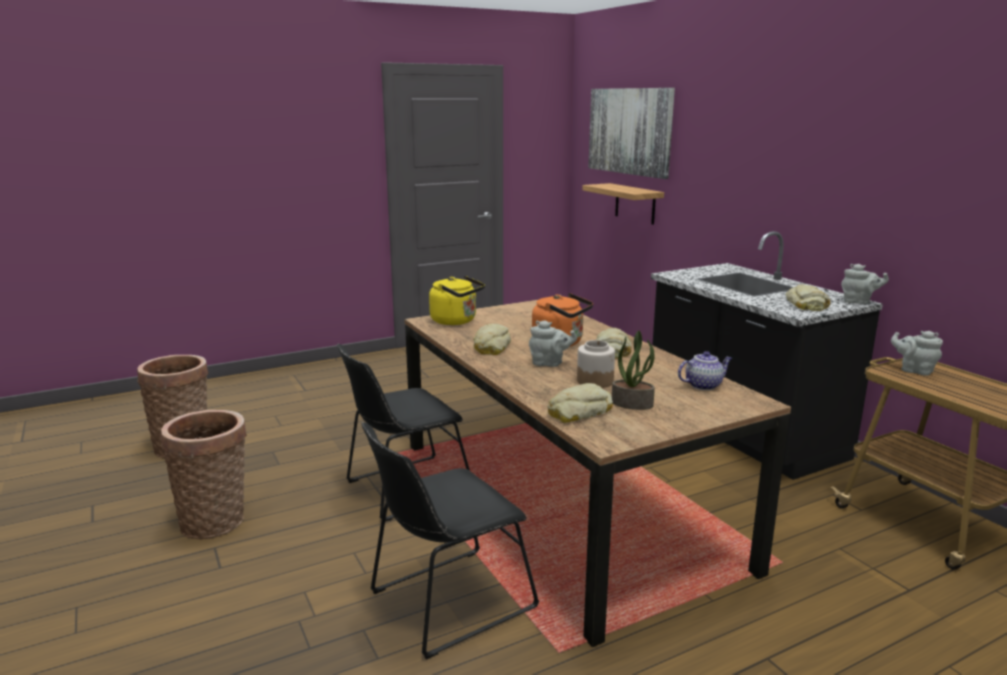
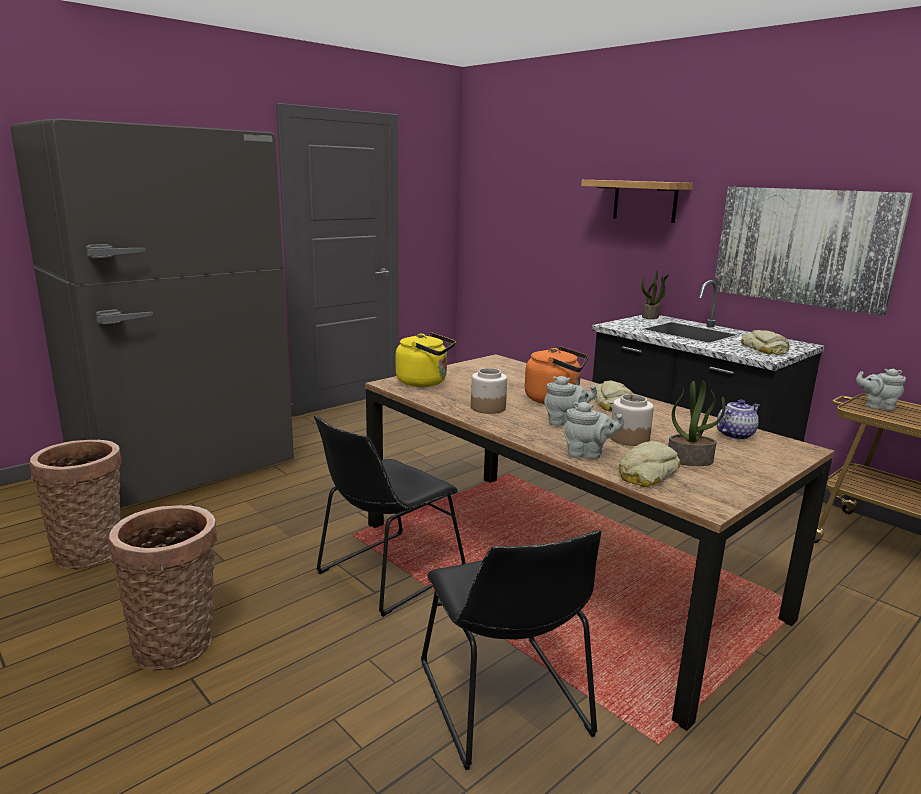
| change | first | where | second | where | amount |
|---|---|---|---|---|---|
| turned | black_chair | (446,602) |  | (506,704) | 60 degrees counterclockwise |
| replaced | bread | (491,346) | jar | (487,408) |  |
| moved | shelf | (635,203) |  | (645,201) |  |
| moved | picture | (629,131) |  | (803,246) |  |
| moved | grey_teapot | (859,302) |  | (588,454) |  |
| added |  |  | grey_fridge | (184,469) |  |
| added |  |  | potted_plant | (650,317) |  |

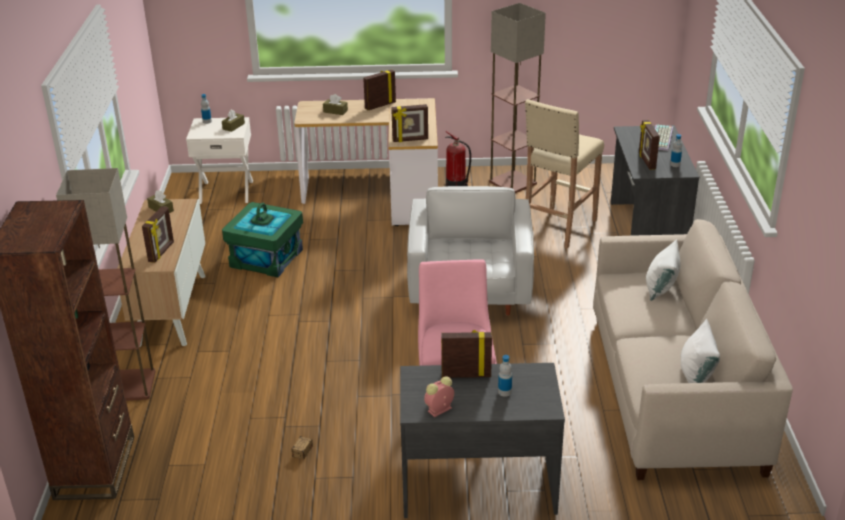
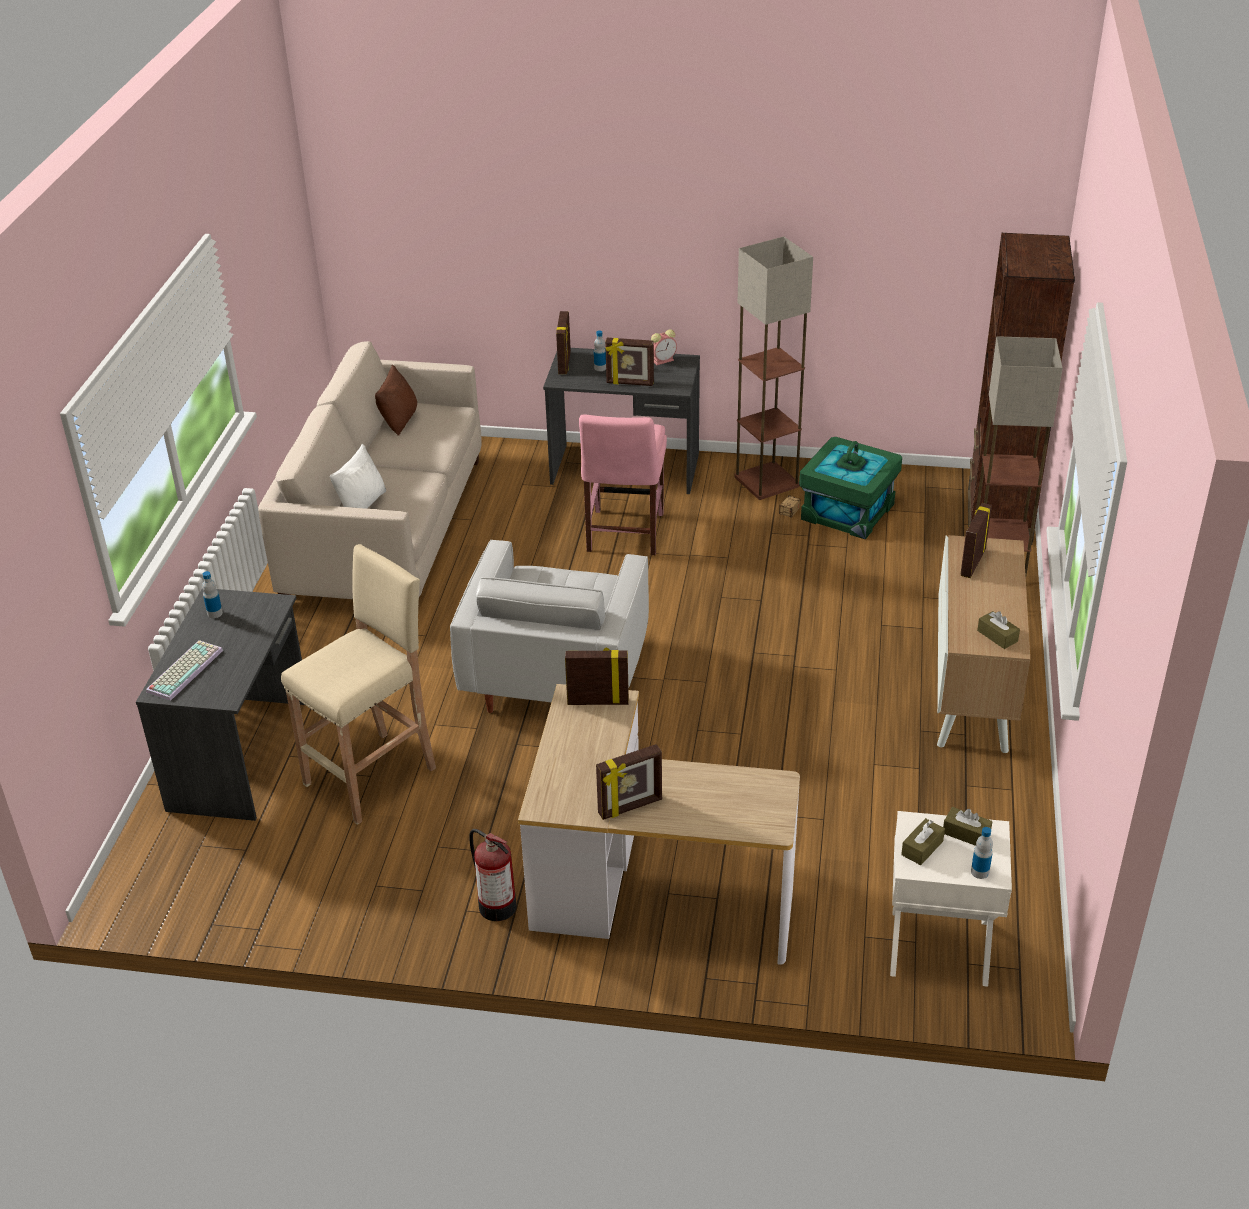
| change | first | where | second | where | amount |
|---|---|---|---|---|---|
| moved | green_storage_box | (266,258) |  | (848,512) |  |
| moved | brown_tissue_box | (335,111) |  | (966,833) |  |
| moved | floor_lamp | (513,182) |  | (765,481) |  |
| moved | picture_frame | (646,161) |  | (565,363) |  |
| recoloured | white_pillow | (696,375) | brown_pillow | (399,421) |  |

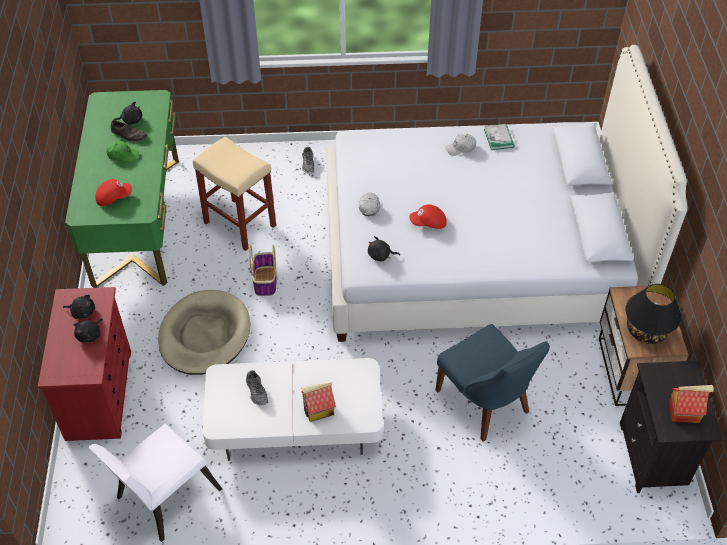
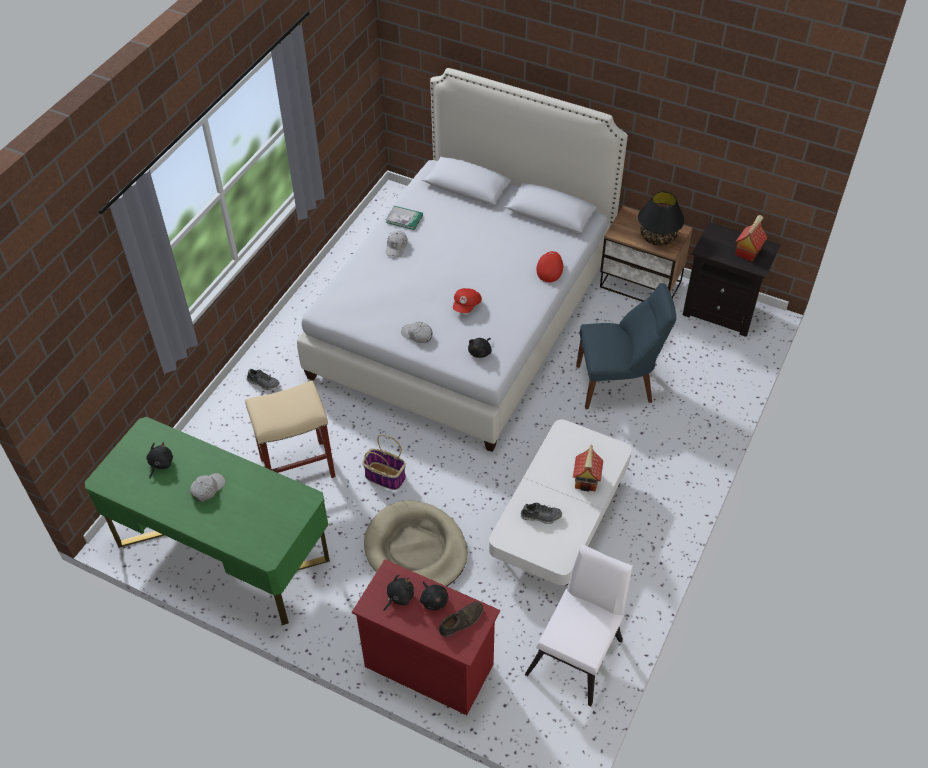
| change | first | where | second | where | amount |
|---|---|---|---|---|---|
| turned | white_chair | (163,497) |  | (578,652) | 135 degrees counterclockwise |
| moved | red_cap | (113,197) |  | (549,270) |  |
| recoloured | green_cap | (123,155) | white_cap | (207,489) |  |
| moved | brown_shoe | (129,135) |  | (461,621) |  |

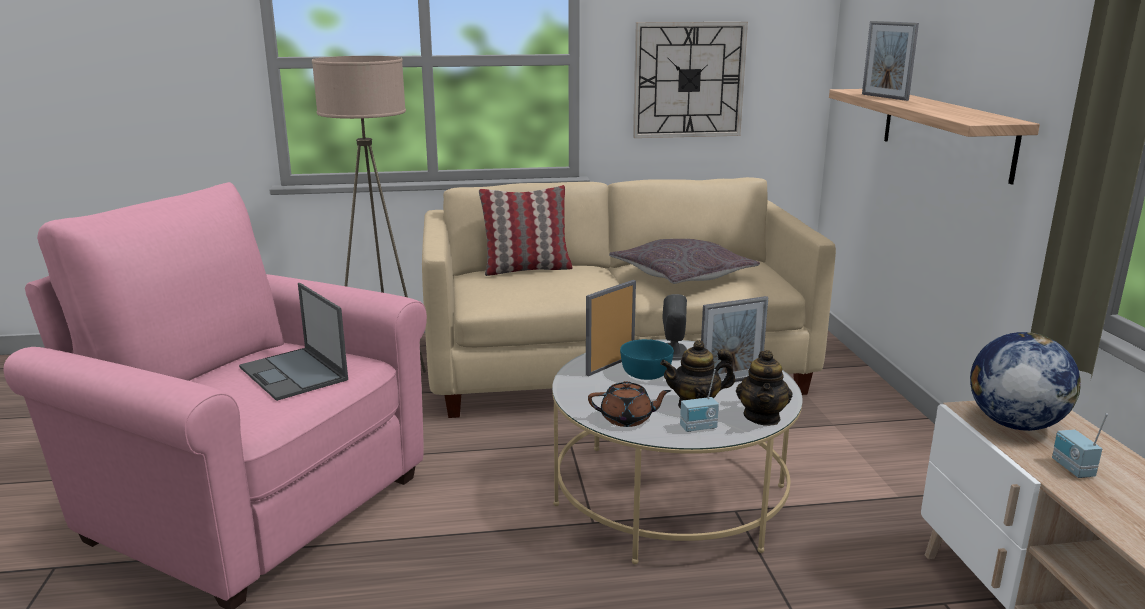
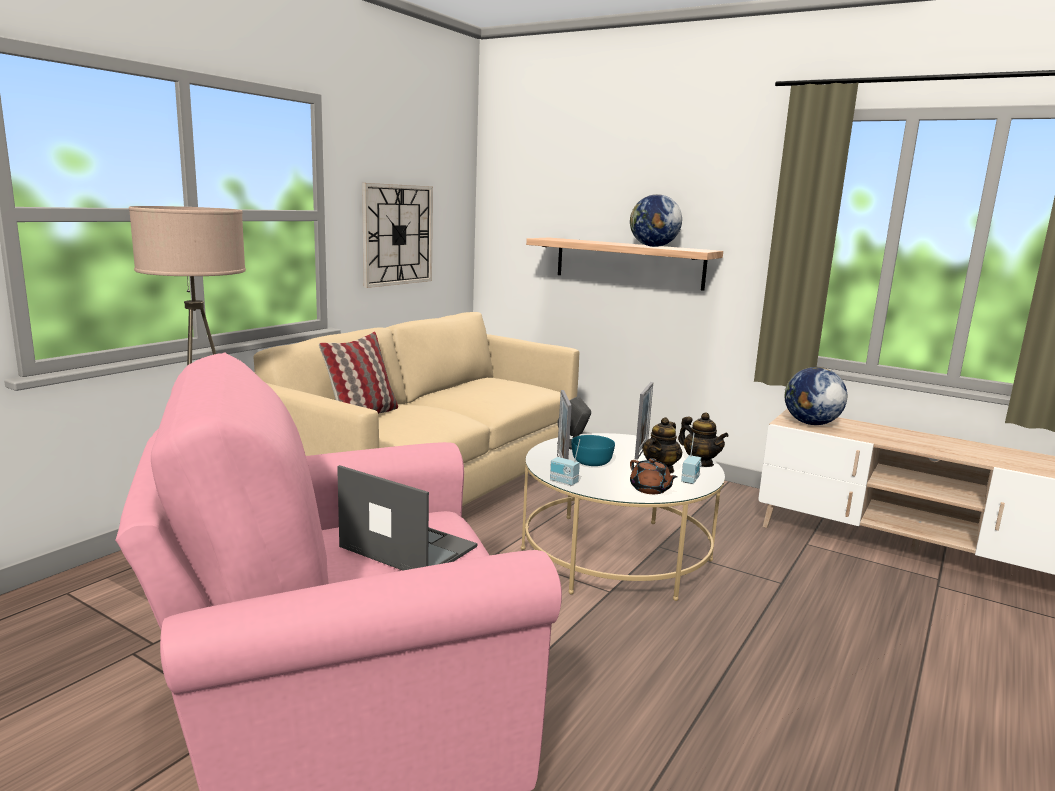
| change | first | where | second | where | amount |
|---|---|---|---|---|---|
| turned | laptop | (294,374) |  | (406,547) | 150 degrees counterclockwise |
| turned | brown_teapot | (627,419) |  | (650,489) | 105 degrees clockwise |
| removed | grey_pillow | (682,275) |  |  |  |
| removed | picture_frame | (884,97) |  |  |  |
| moved | radio | (1071,469) |  | (563,482) |  |
| added |  |  | globe | (653,246) |  |

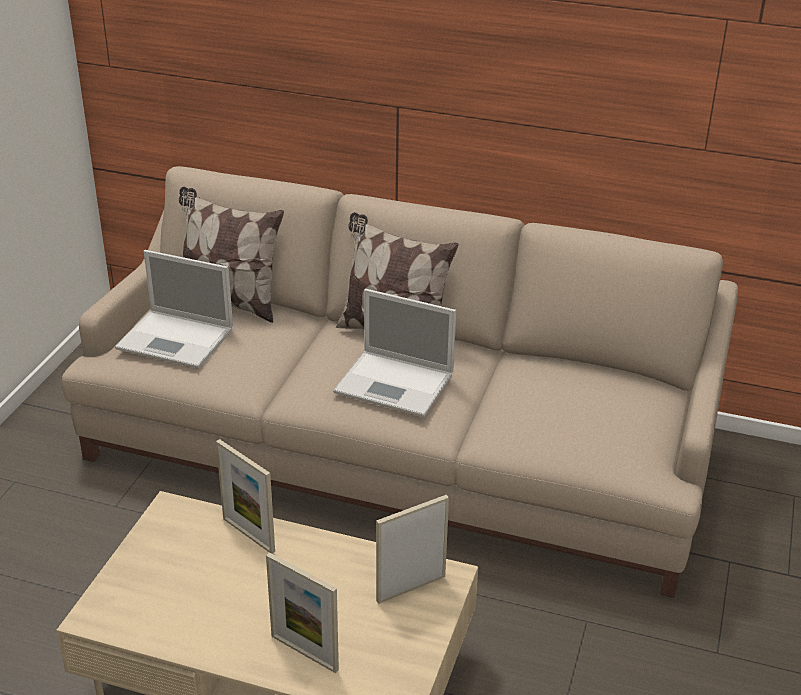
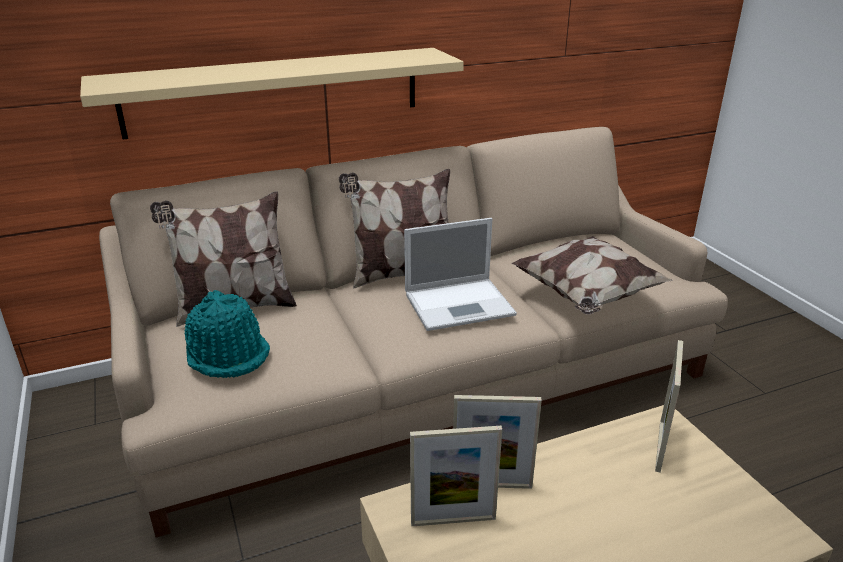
| change | first | where | second | where | amount |
|---|---|---|---|---|---|
| replaced | laptop | (177,339) | turquoise_hat | (228,354) |  |
| moved | picture_frame | (304,653) |  | (453,520) |  |
| added |  |  | beige_shelf | (275,91) |  |
| added |  |  | pillow | (586,296) |  |

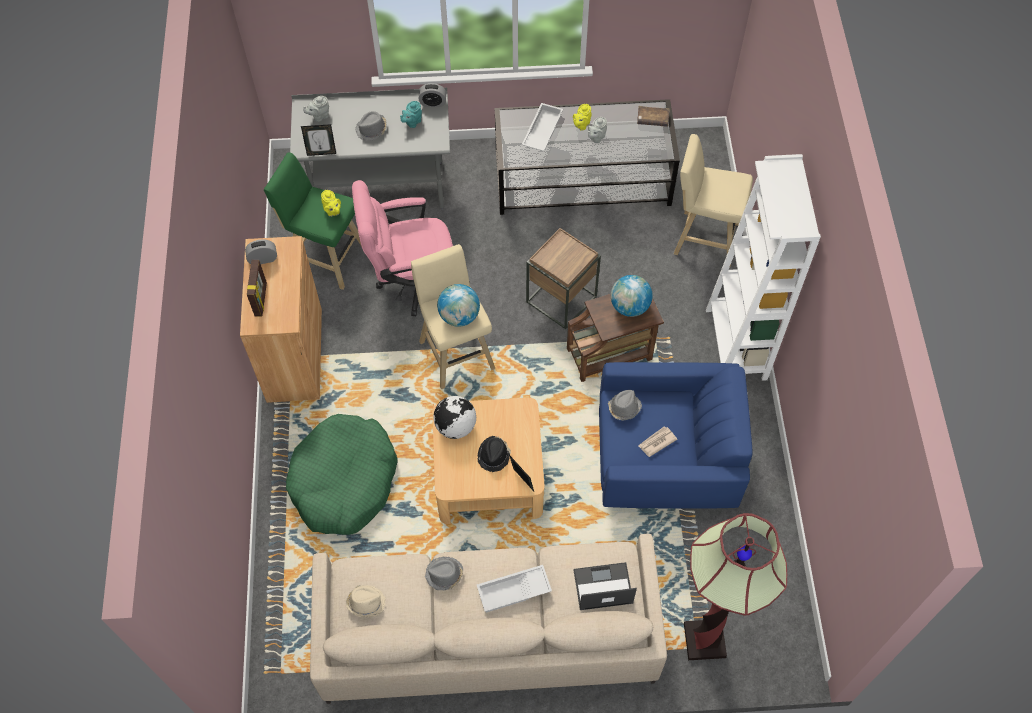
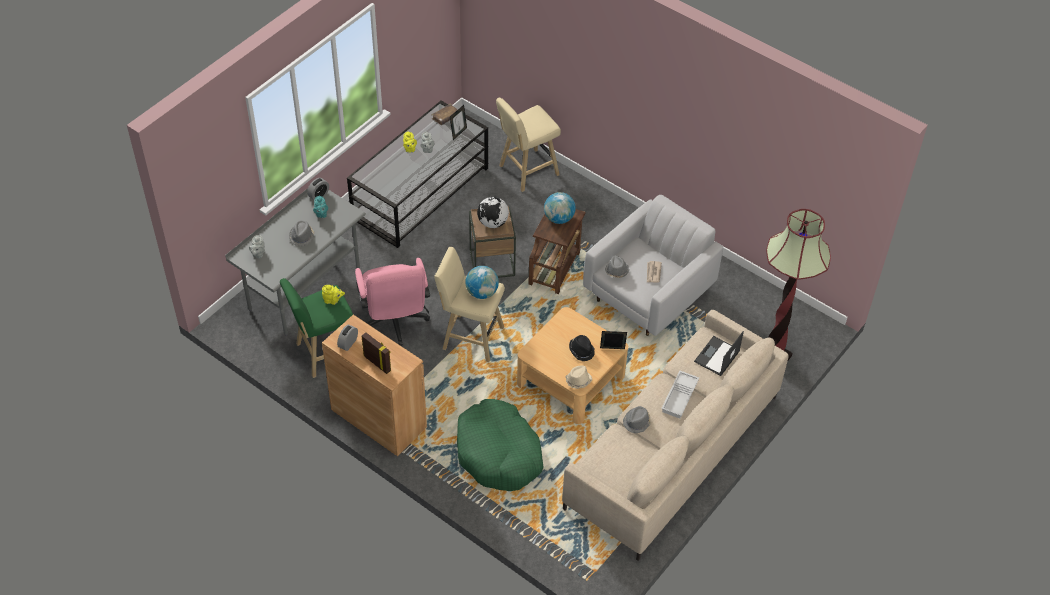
| change | first | where | second | where | amount |
|---|---|---|---|---|---|
| moved | picture_frame | (321,152) |  | (458,133) |  |
| moved | beige_hat | (366,602) |  | (578,381) |  |
| turned | pink_office_chair | (412,281) |  | (394,323) | 45 degrees counterclockwise |
| moved | globe | (455,427) |  | (492,223) |  |
| removed | white_tray | (541,130) |  |  |  |
| recoloured | blue_armchair | (665,460) | white_armchair | (649,294) |  |
| removed | white_bookcase | (736,344) |  |  |  |

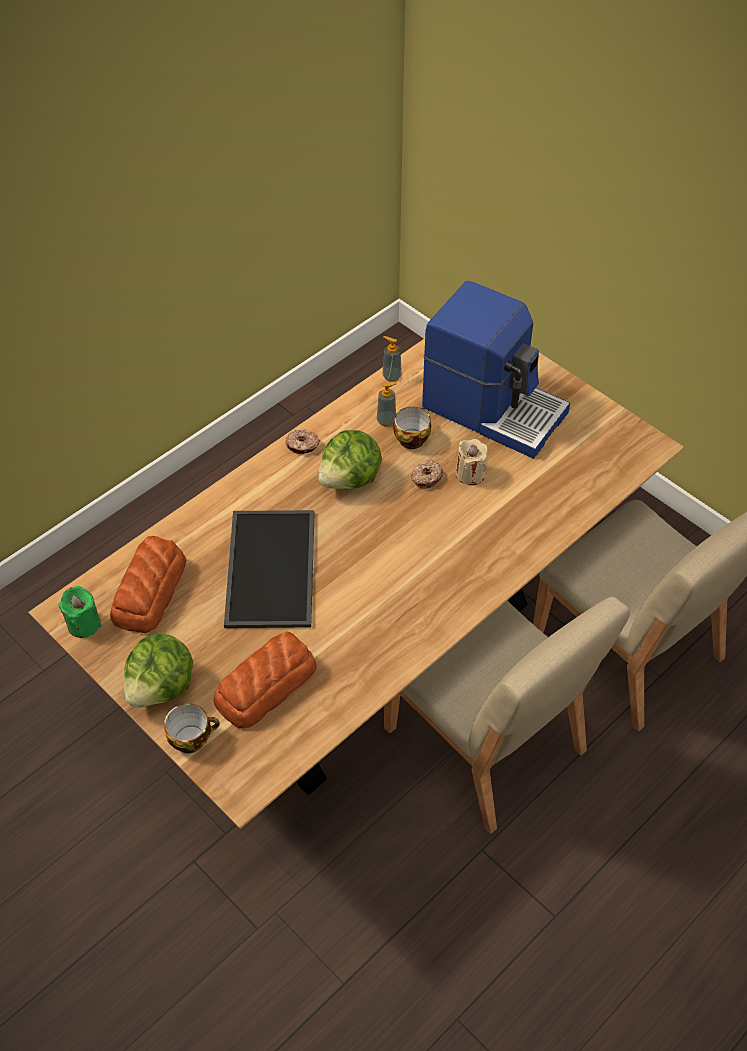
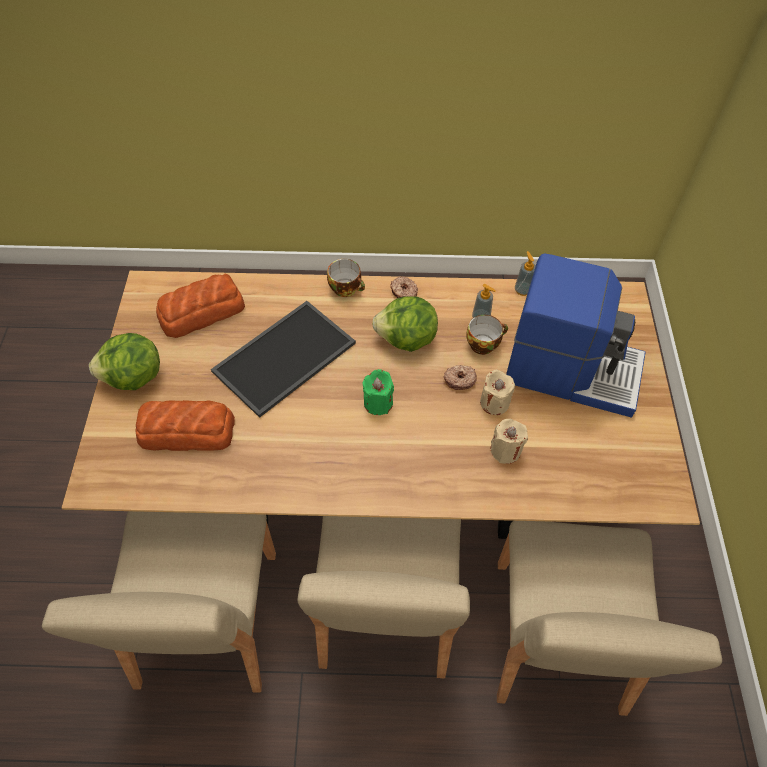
| change | first | where | second | where | amount |
|---|---|---|---|---|---|
| moved | green_candle | (84,624) |  | (378,403) |  |
| moved | cup | (192,738) |  | (347,288) |  |
| turned | coffee_machine | (494,408) |  | (571,369) | 60 degrees counterclockwise |
| added |  |  | beige_chair | (206,620) |  |
| added |  |  | beige_candle | (505,450) |  |

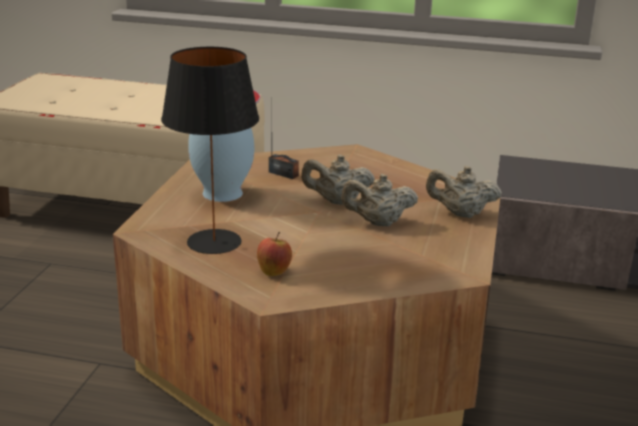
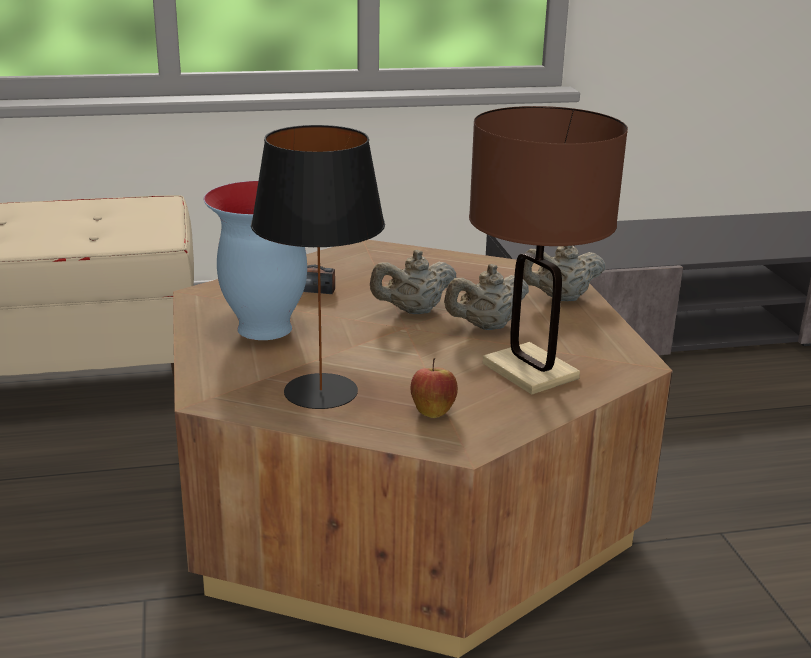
| change | first | where | second | where | amount |
|---|---|---|---|---|---|
| added |  |  | brown_table_lamp | (530,371) |  |

